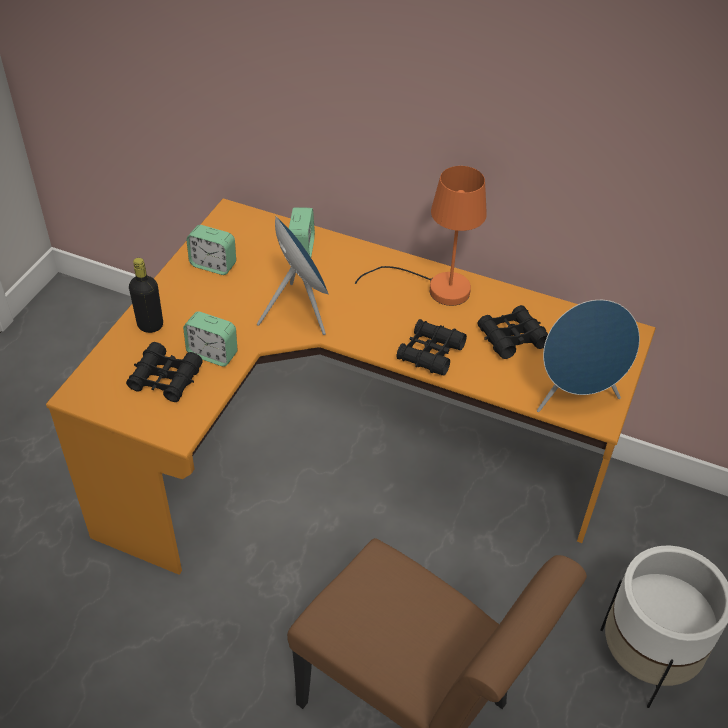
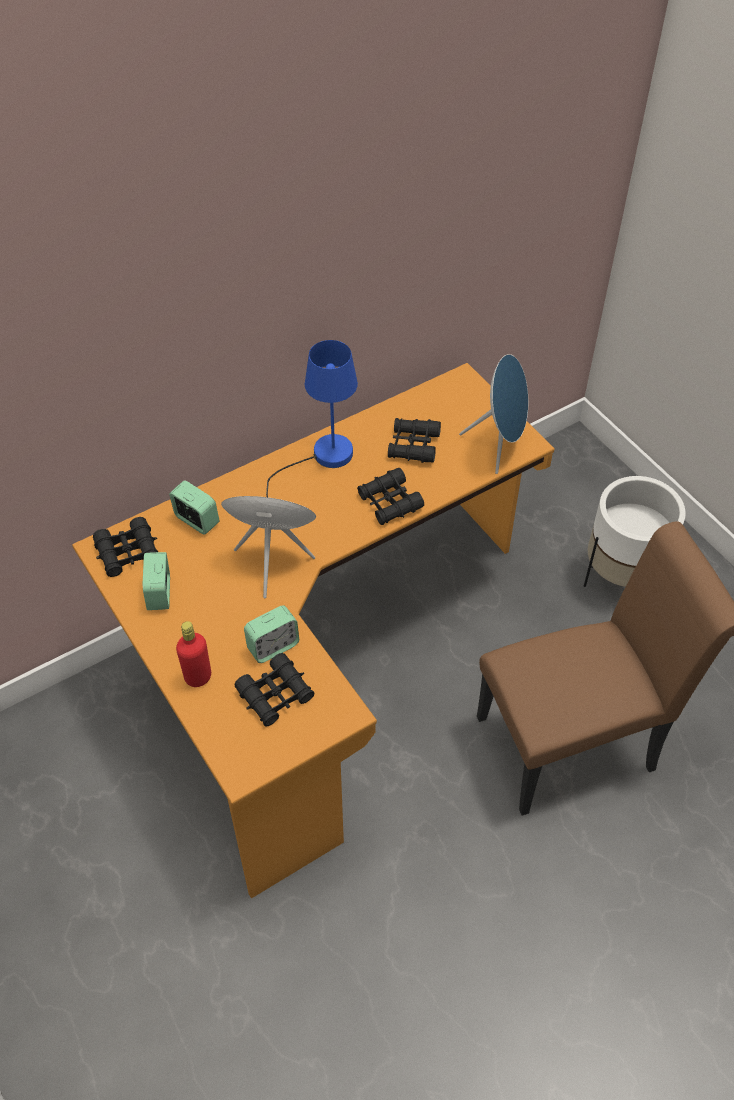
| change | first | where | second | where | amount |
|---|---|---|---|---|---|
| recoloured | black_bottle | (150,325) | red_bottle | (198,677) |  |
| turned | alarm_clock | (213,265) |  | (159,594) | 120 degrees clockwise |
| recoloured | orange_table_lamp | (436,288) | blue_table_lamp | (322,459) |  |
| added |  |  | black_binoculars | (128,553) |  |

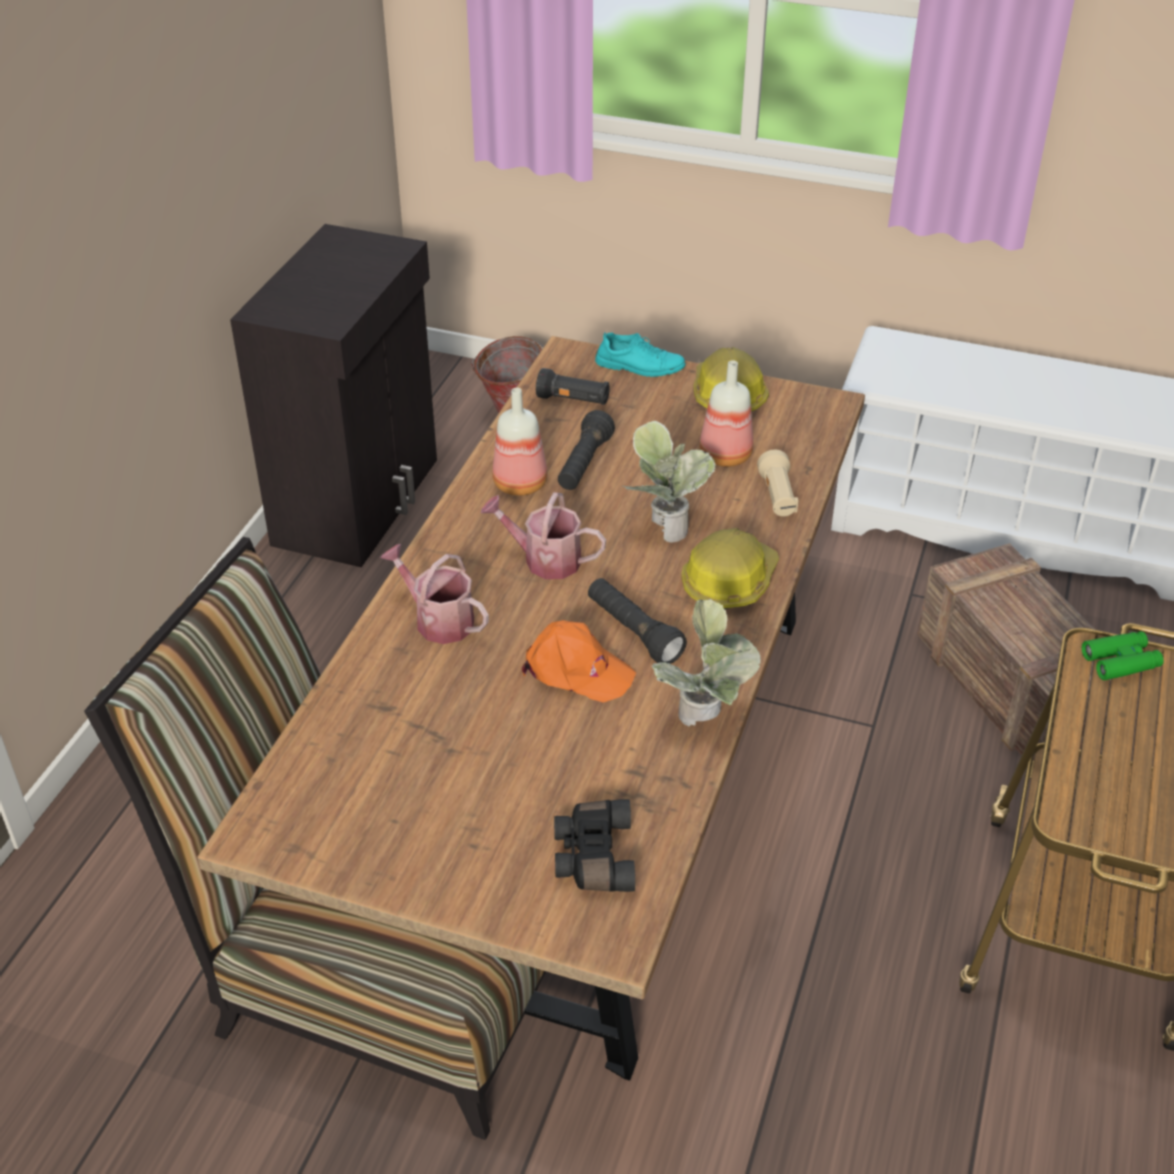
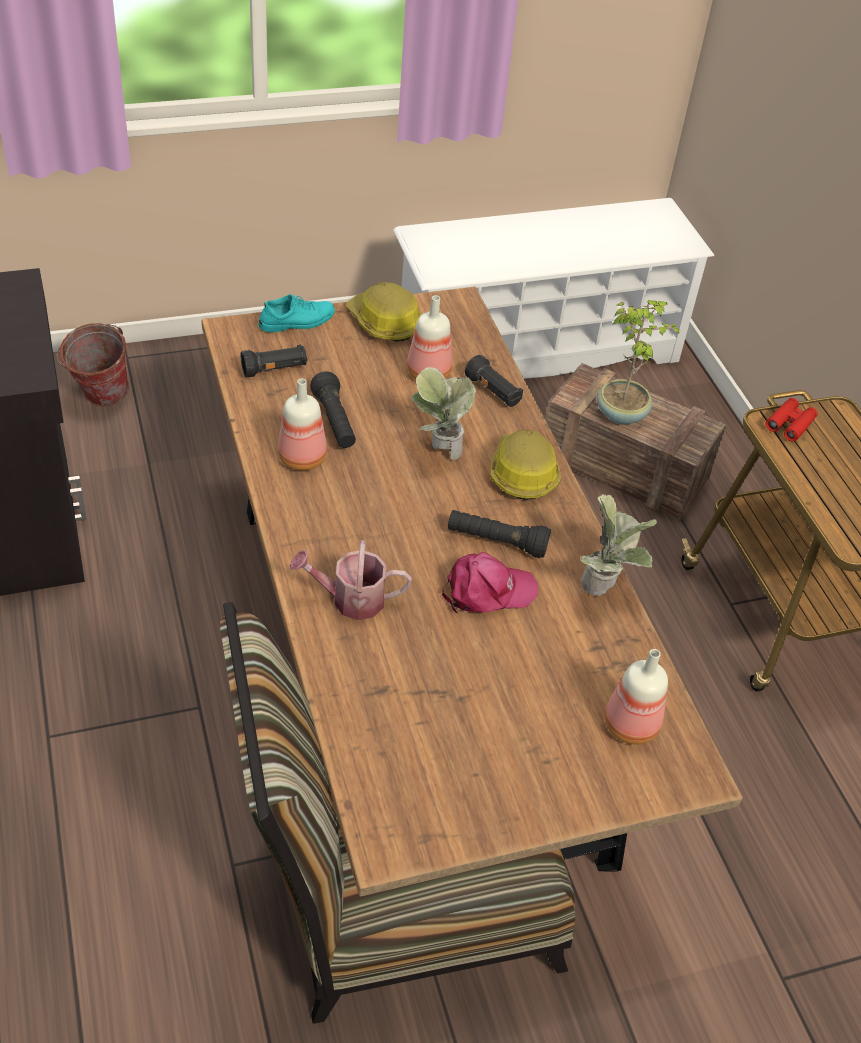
| change | first | where | second | where | amount |
|---|---|---|---|---|---|
| removed | watering_can | (544,560) |  |  |  |
| recoloured | orange_cap | (577,671) | pink_cap | (487,591) |  |
| replaced | black_binoculars | (592,857) | bottle | (628,725) |  |
| recoloured | beige_flashlight | (777,497) | black_flashlight | (493,392) |  |
| recoloured | green_binoculars | (1120,661) | red_binoculars | (790,424) |  |
| added |  |  | potted_plant | (622,413) |  |

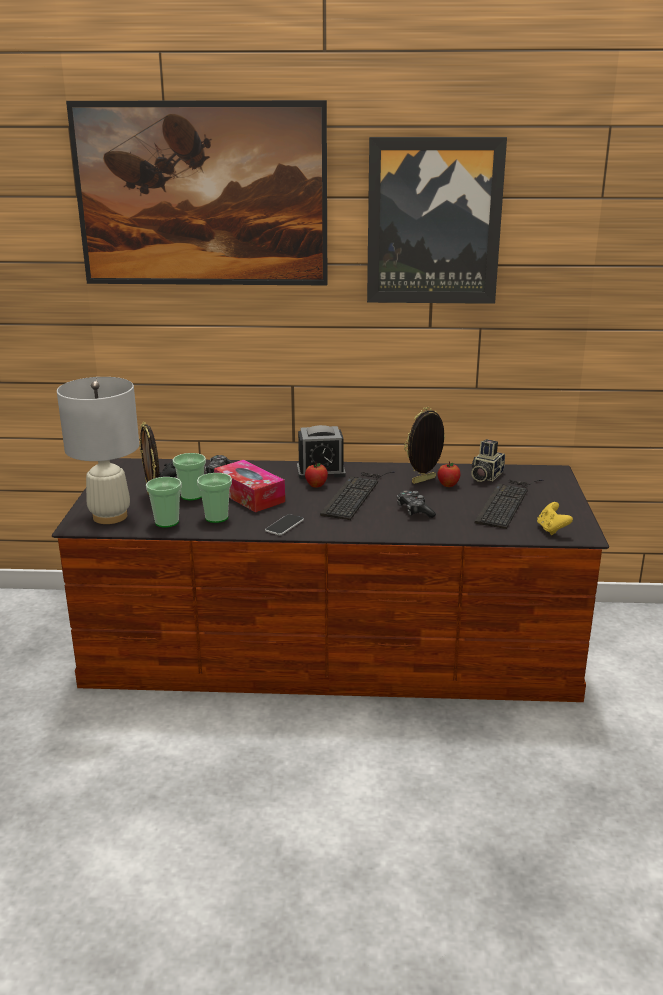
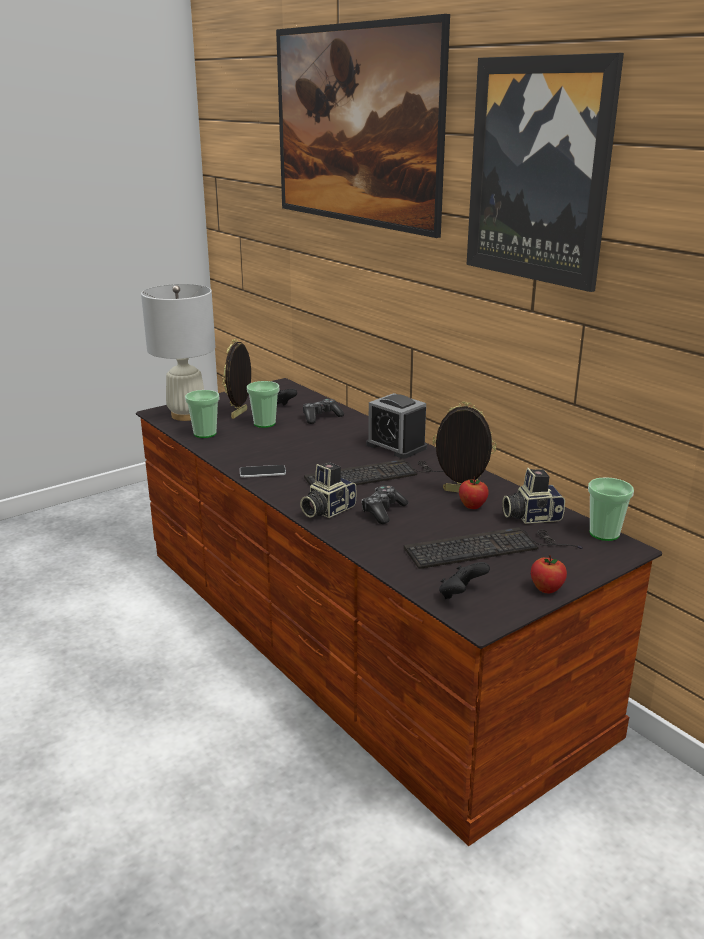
| change | first | where | second | where | amount |
|---|---|---|---|---|---|
| moved | cup | (216,517) |  | (604,533) |  |
| removed | tissue_box | (249,496) |  |  |  |
| moved | apple | (316,485) |  | (546,589) |  |
| recoloured | yellow_game_controller | (552,529) | black_game_controller | (461,595) |  |
| added |  |  | photo_camera | (326,510) |  |

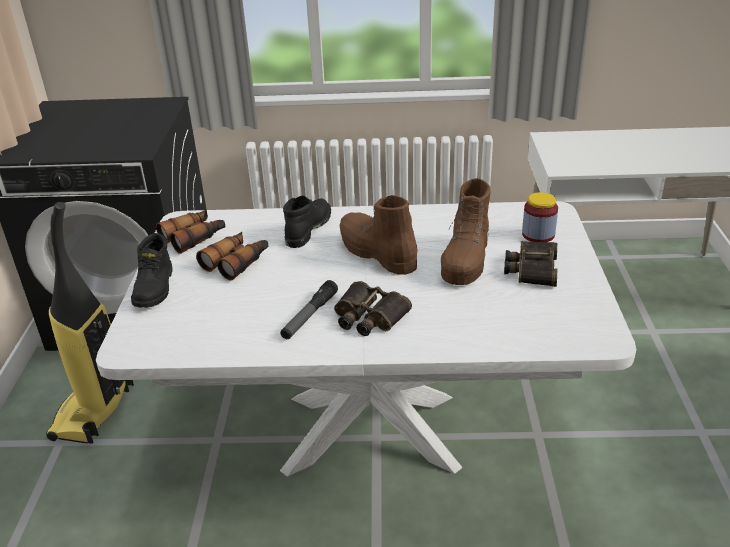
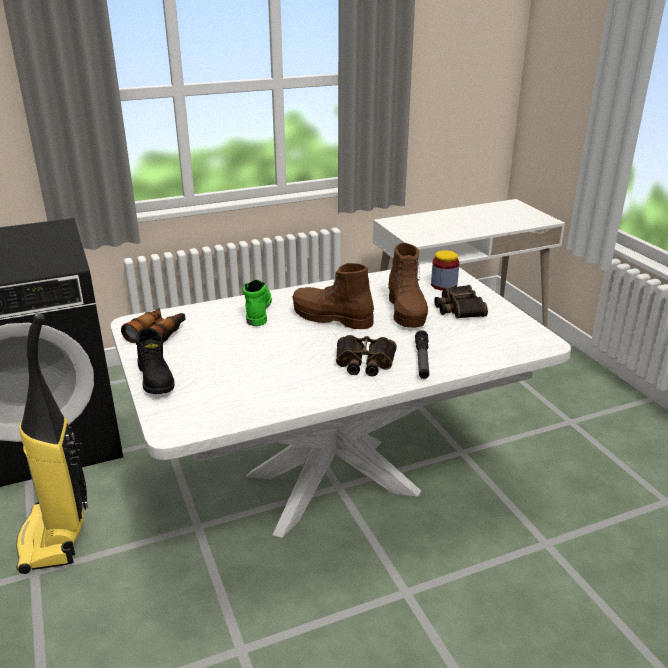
| change | first | where | second | where | amount |
|---|---|---|---|---|---|
| removed | binoculars | (237,262) |  |  |  |
| moved | flashlight | (309,316) |  | (422,360) |  |
| recoloured | black_boot | (307,229) | green_boot | (257,310) |  |

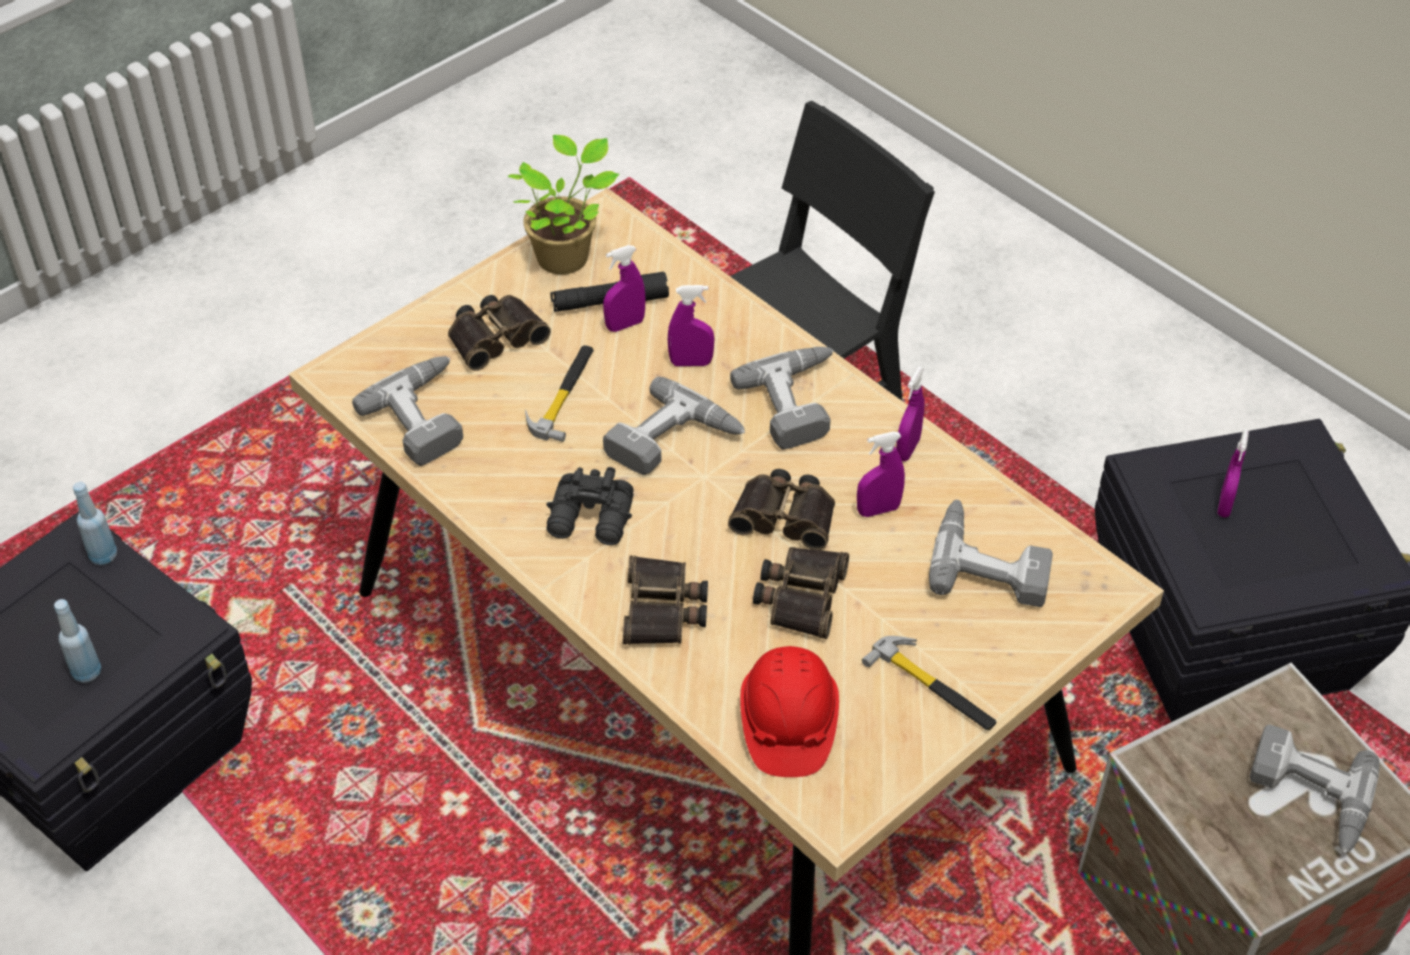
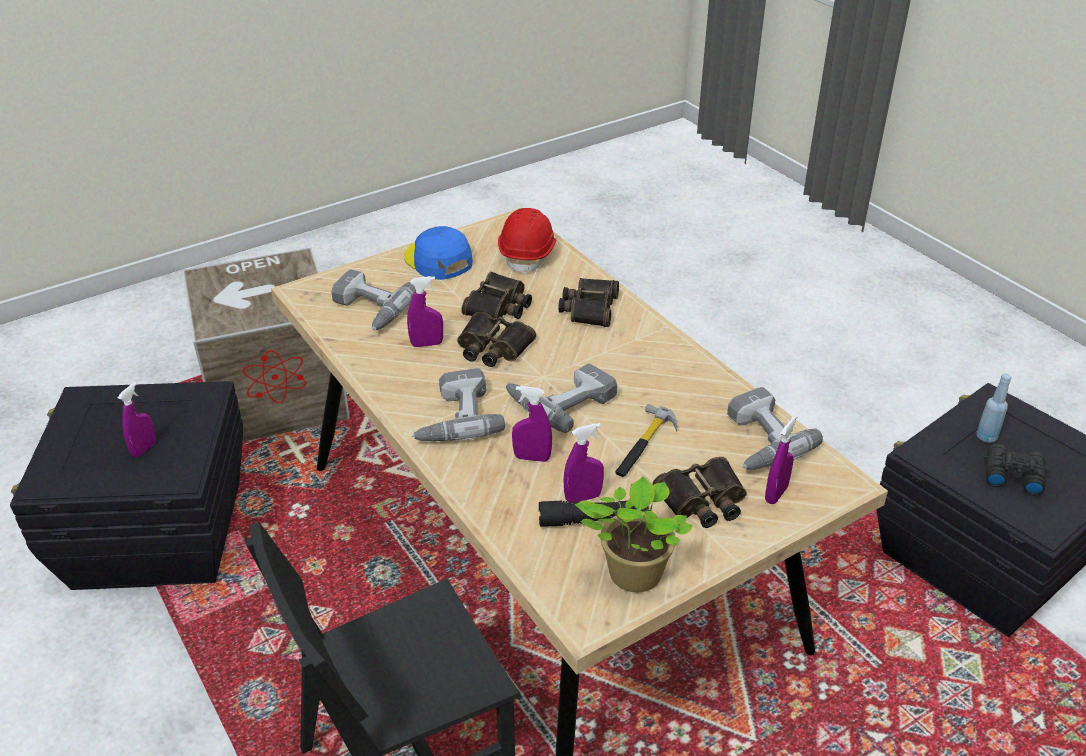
| change | first | where | second | where | amount |
|---|---|---|---|---|---|
| removed | blue_bottle | (103,556) |  |  |  |
| moved | black_binoculars | (592,520) |  | (1011,475) |  |
| replaced | hammer | (934,687) | blue_cap | (438,260) |  |
| moved | purple_spray_bottle | (907,449) |  | (776,494) |  |
| removed | power_drill | (1307,797) |  |  |  |

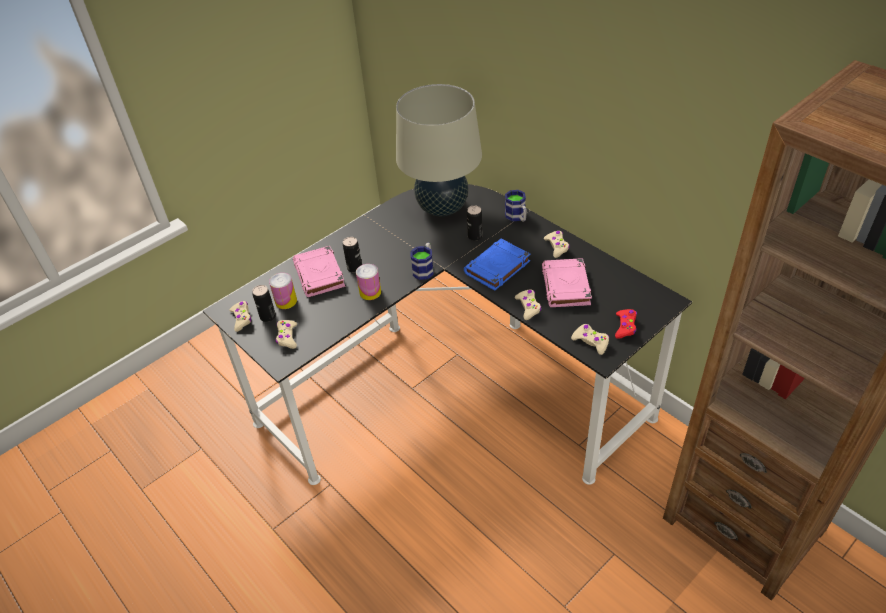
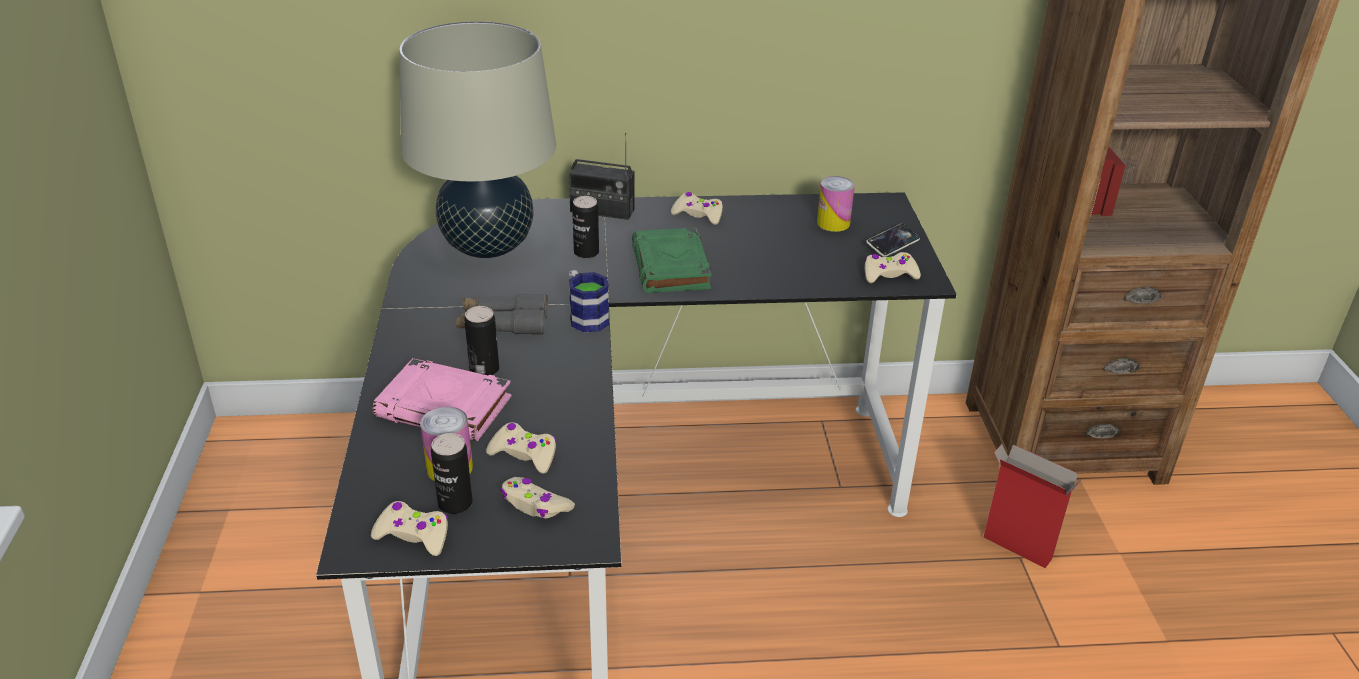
| change | first | where | second | where | amount |
|---|---|---|---|---|---|
| moved | can | (370,292) |  | (833,223) |  |
| recoloured | blue_book | (497,268) | green_book | (671,267) |  |
| replaced | mug | (517,217) | radio | (602,210) |  |
| moved | beige_game_controller | (528,307) |  | (524,454) |  |
| removed | pink_book | (566,287) |  |  |  |
| replaced | red_game_controller | (625,326) | phone | (892,244) |  |
| added |  |  | grey_binoculars | (503,324) |  |
| added |  |  | cardboard_box | (1015,547) |  |

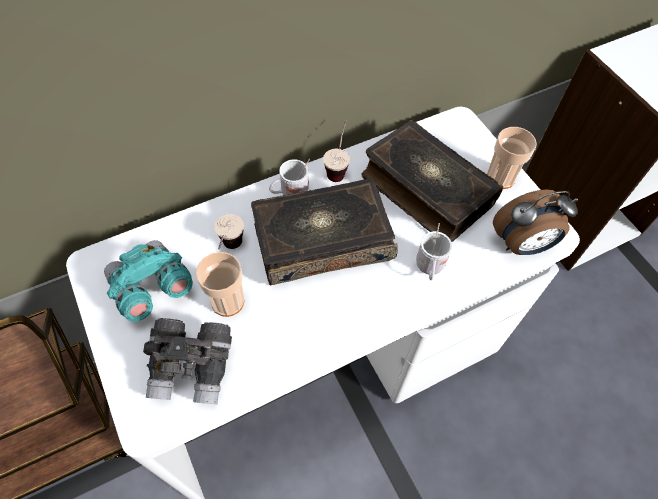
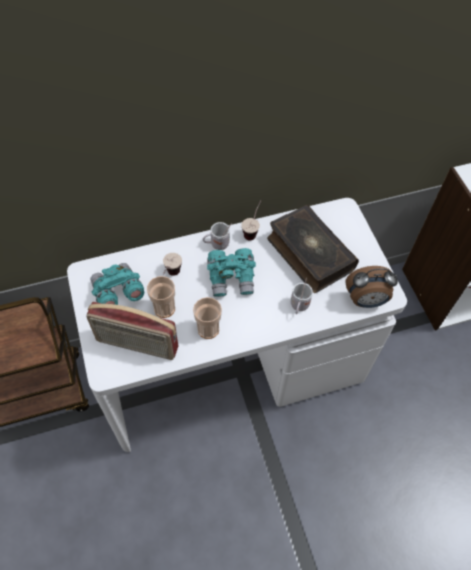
| change | first | where | second | where | amount |
|---|---|---|---|---|---|
| replaced | grey_binoculars | (193,367) | radio | (137,345) |  |
| replaced | book | (322,240) | turquoise_binoculars | (232,278) |  |
| moved | cup | (500,177) |  | (208,329) |  |

